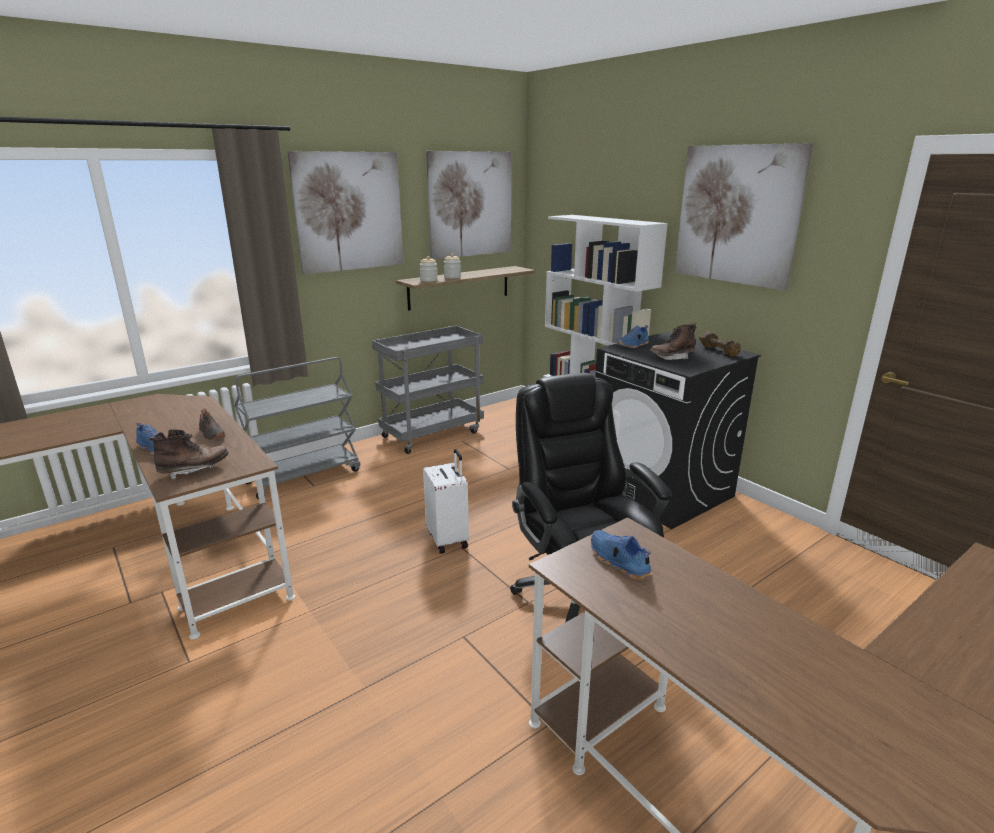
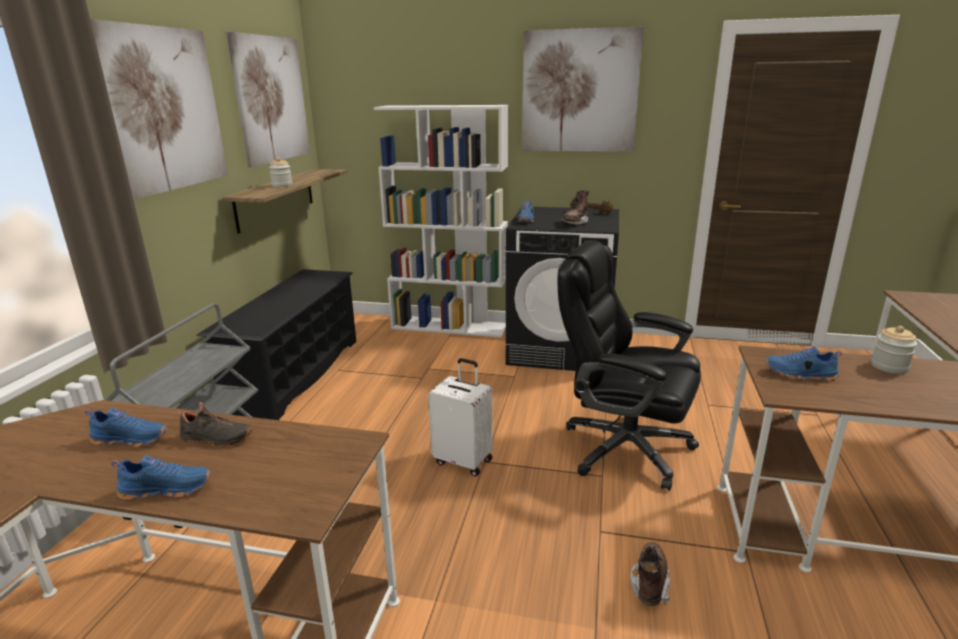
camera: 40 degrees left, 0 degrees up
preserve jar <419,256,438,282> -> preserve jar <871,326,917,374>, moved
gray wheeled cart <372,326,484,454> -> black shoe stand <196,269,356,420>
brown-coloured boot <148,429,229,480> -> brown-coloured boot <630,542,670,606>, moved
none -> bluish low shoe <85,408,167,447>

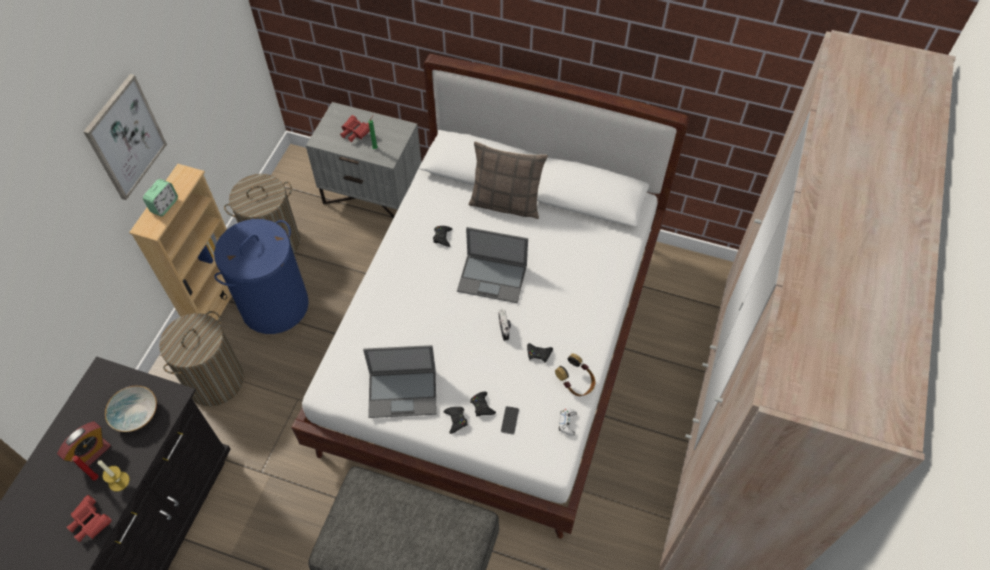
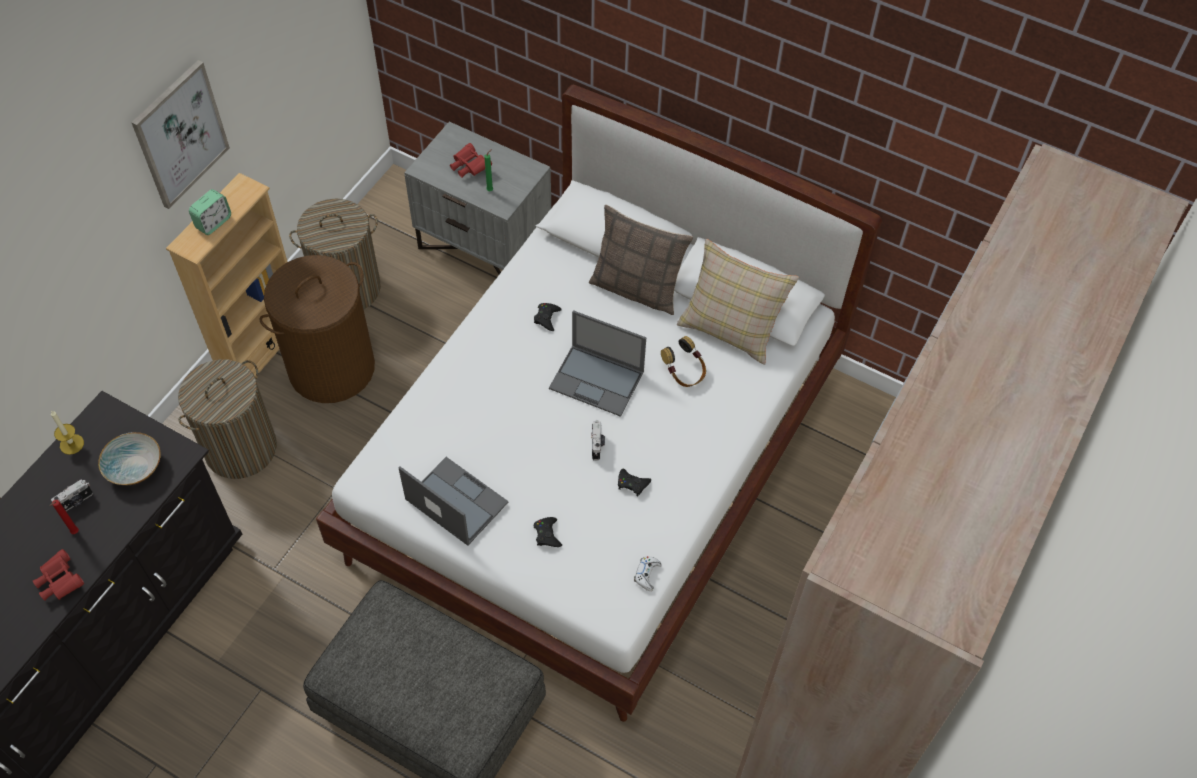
camera: 10 degrees right, 0 degrees up
bluish hamper <214,219,309,334> -> brown-coloured hamper <260,255,375,403>
portable computer <363,345,437,418> -> portable computer <399,457,508,546>, 150 degrees counterclockwise
pair of headphones <555,353,595,396> -> pair of headphones <661,336,706,387>, moved
telephone <501,406,519,435> -> none
black game controller <444,407,468,434> -> none
table clock <57,421,111,467> -> photo camera <51,479,93,511>
candle <98,460,130,491> -> candle <51,411,84,455>, moved
none -> beige-coloured pillow <677,239,799,365>

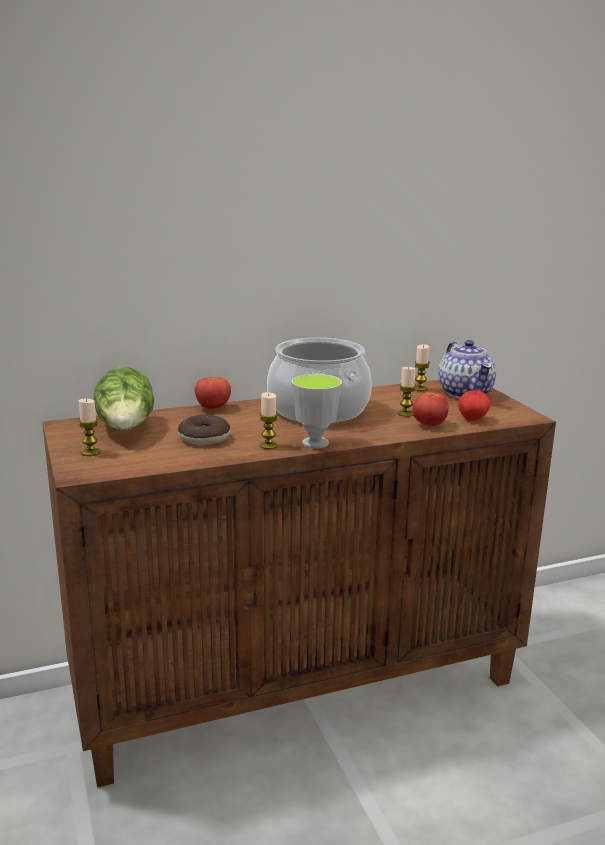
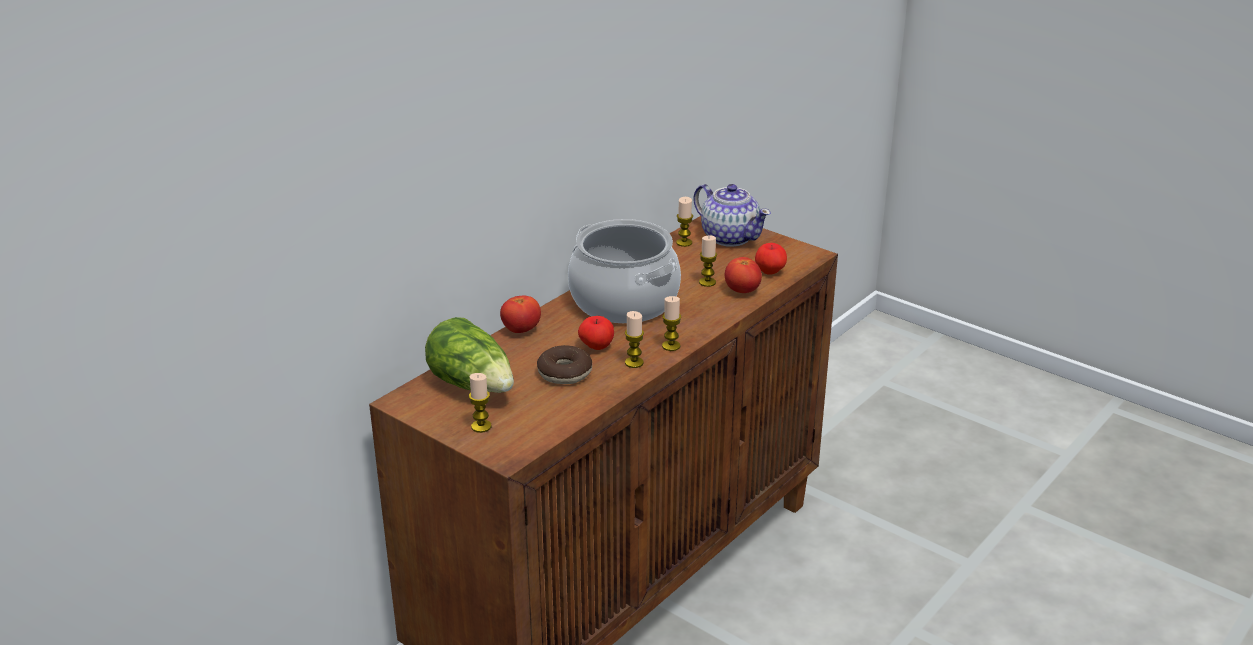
camera: 30 degrees left, 10 degrees up
drinking cup <291,374,342,448> -> candle <662,296,681,351>
none -> apple <578,316,614,350>

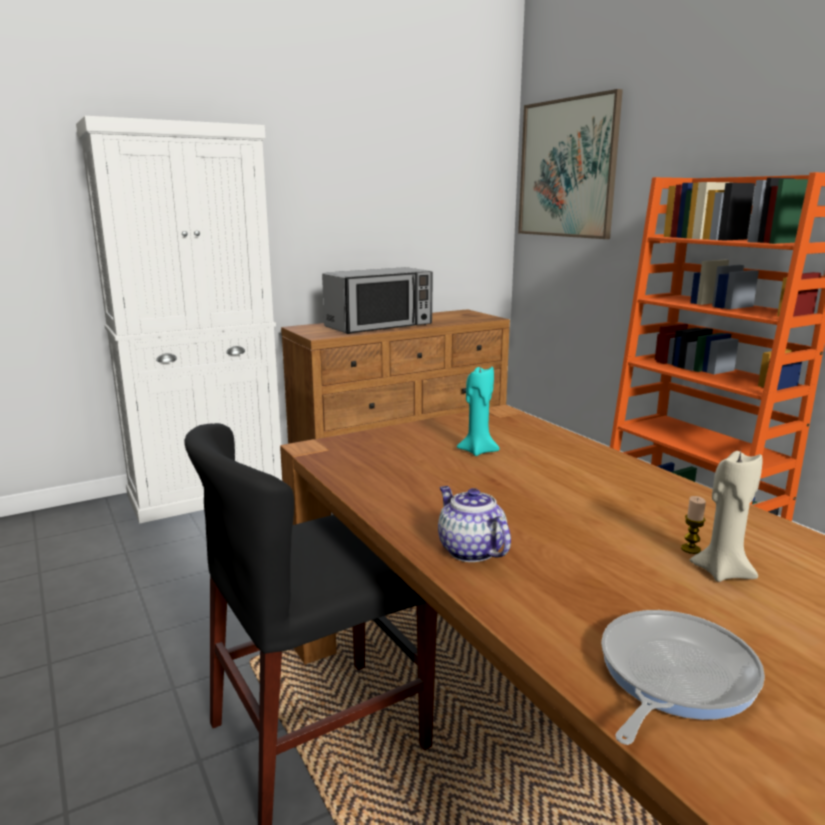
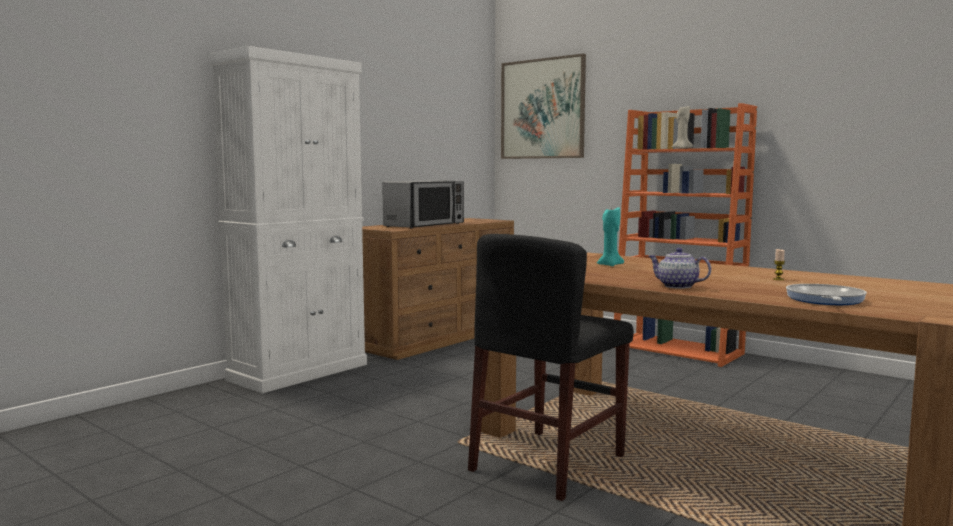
camera: 20 degrees left, 10 degrees down
beige-coloured candle <690,451,763,582> -> beige-coloured candle <672,105,693,149>, moved

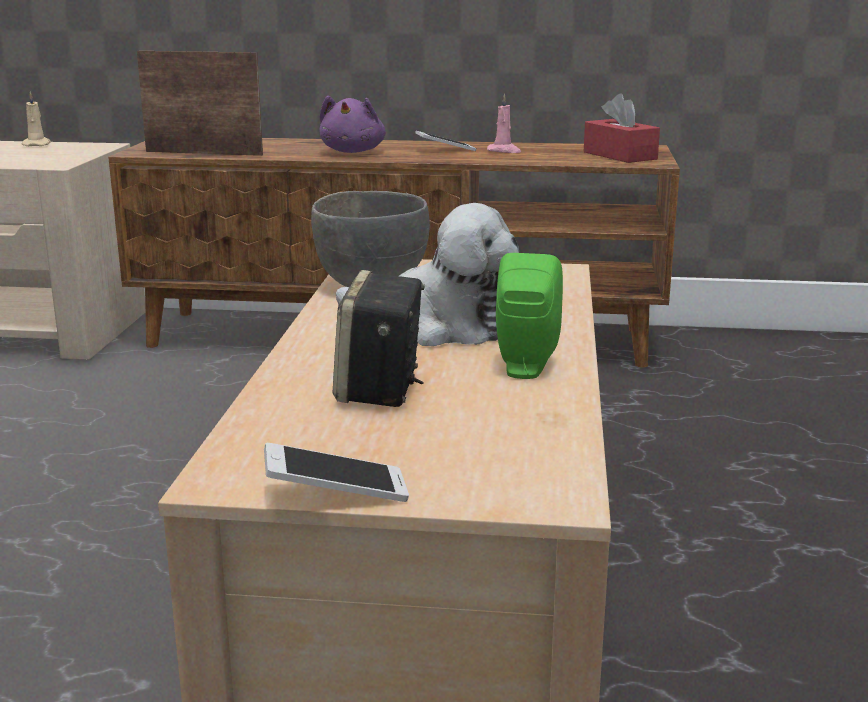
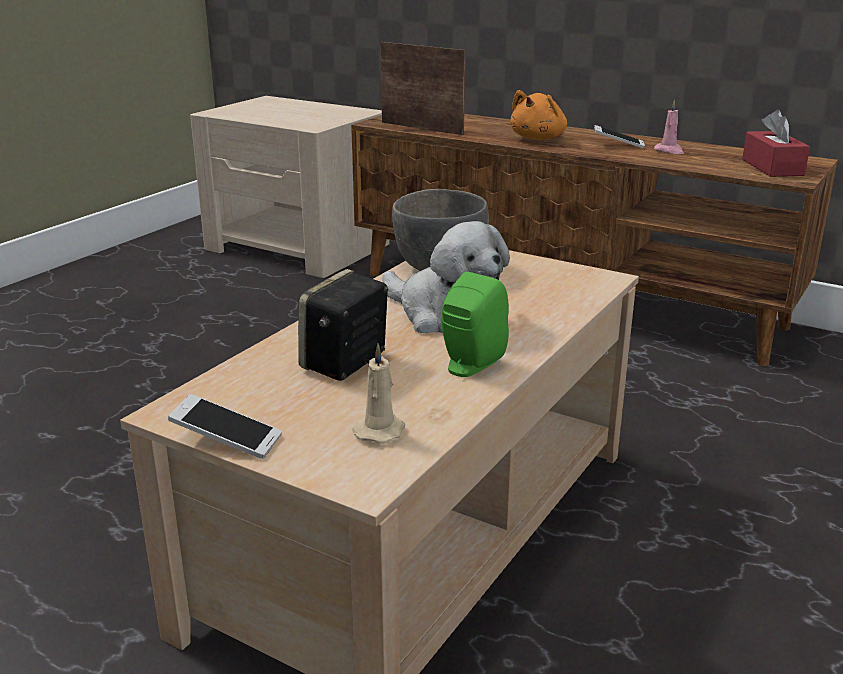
camera: 25 degrees right, 5 degrees up
beige-coloured candle <22,92,51,146> -> beige-coloured candle <353,344,405,444>, moved
purple soft toy <319,96,386,153> -> orange-coloured soft toy <510,90,567,140>

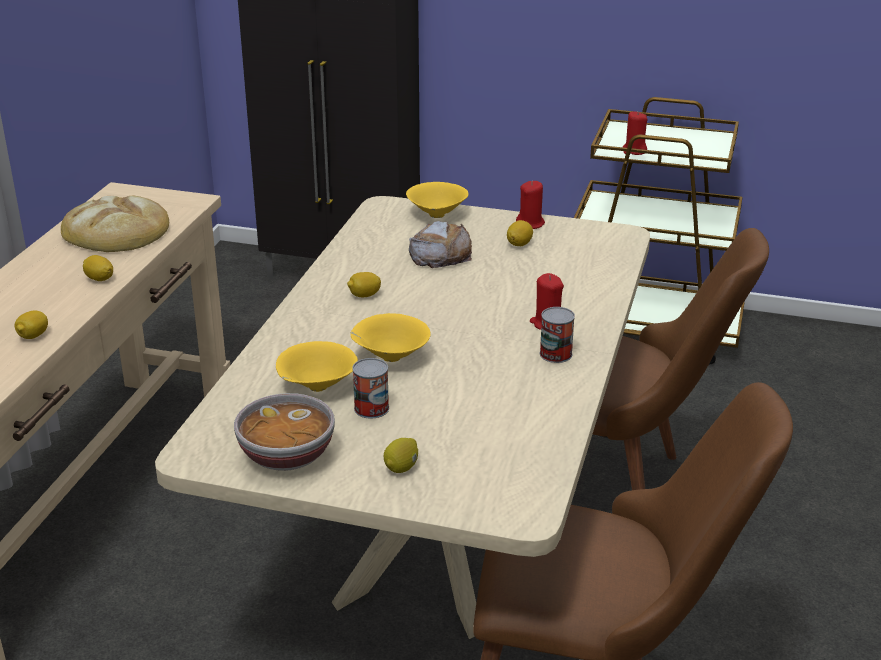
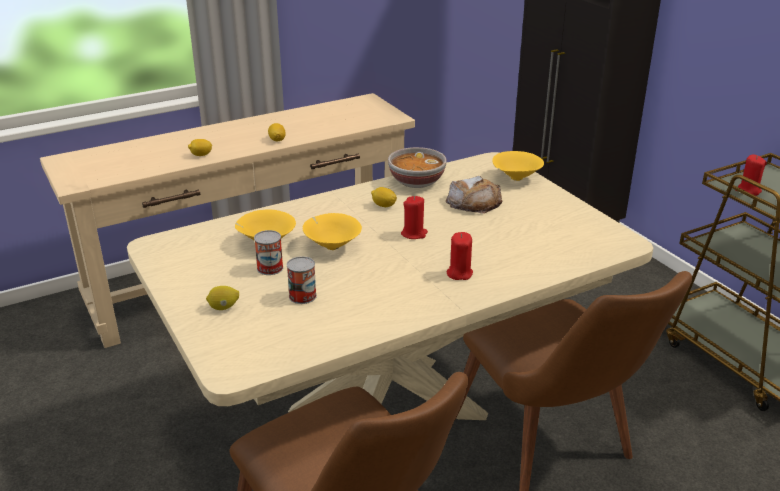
camera: 45 degrees right, 0 degrees up
red candle <516,181,545,229> -> red candle <401,196,428,239>, moved
bread <61,195,169,252> -> none
citrus fruit <507,220,533,246> -> none
can <540,307,575,363> -> can <287,256,317,304>, moved
bowl <234,393,335,471> -> bowl <388,147,447,188>, moved

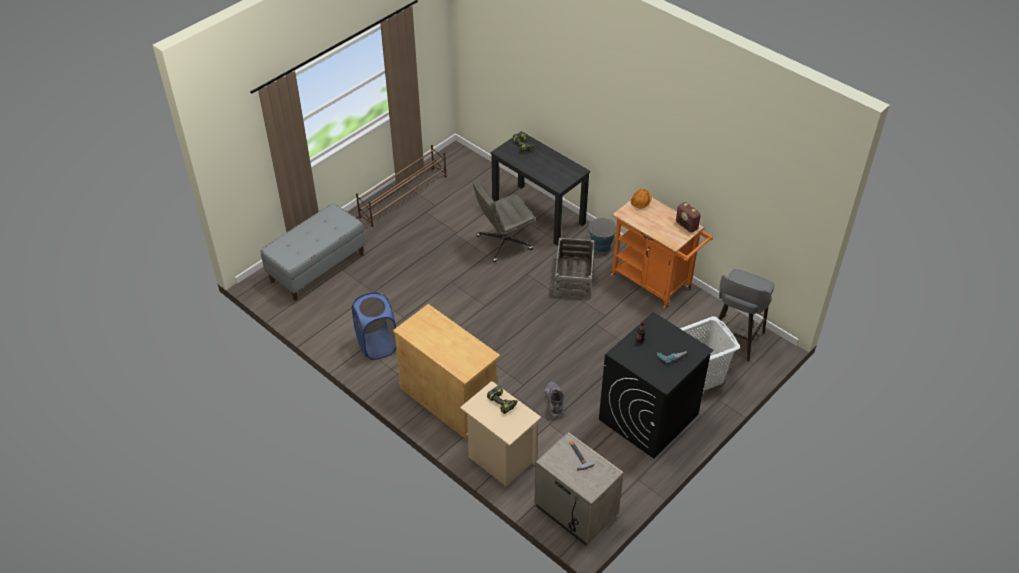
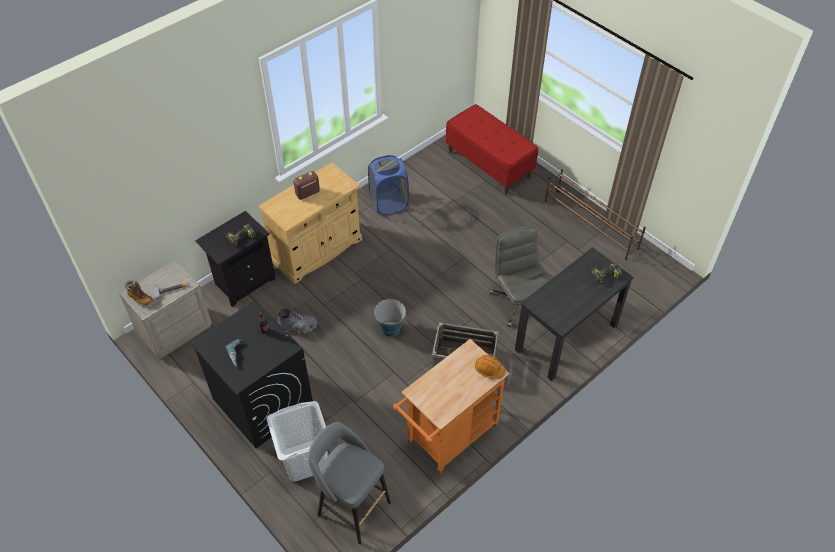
camera: 95 degrees right, 5 degrees up
radio receiver <676,202,701,233> -> radio receiver <293,171,320,200>, moved
gray long seat <261,203,366,301> -> red long seat <446,104,538,195>
water bucket <588,218,616,253> -> water bucket <374,299,406,337>, moved
beige-coloured nightstand <460,381,541,486> -> black nightstand <195,211,276,307>
none -> boot <125,280,154,307>

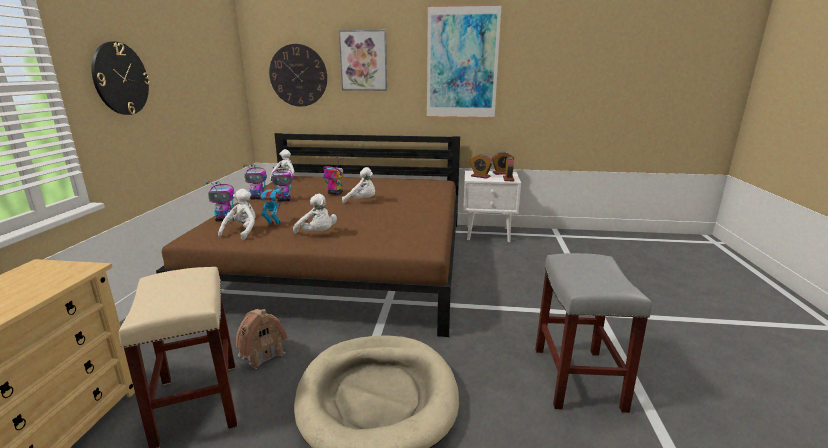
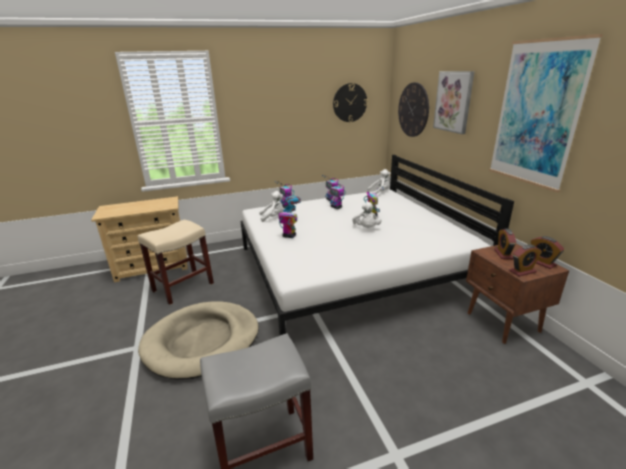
camera: 65 degrees right, 5 degrees up
wall clock <92,41,150,115> -> wall clock <333,83,367,122>, moved
brown-coloured sleeping bed <156,133,460,337> -> whitish sleeping bed <240,155,514,335>
whitish nightstand <463,171,521,242> -> brown-coloured nightstand <466,244,569,344>
whitish soft toy <293,194,337,233> -> robot figure <278,202,297,238>
miniature house <236,309,288,369> -> none

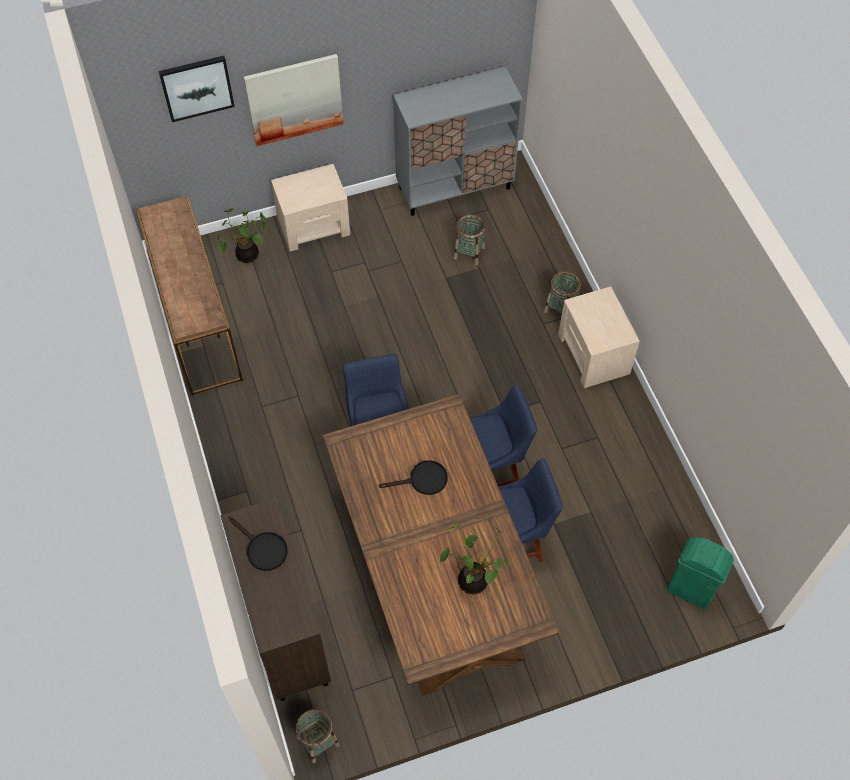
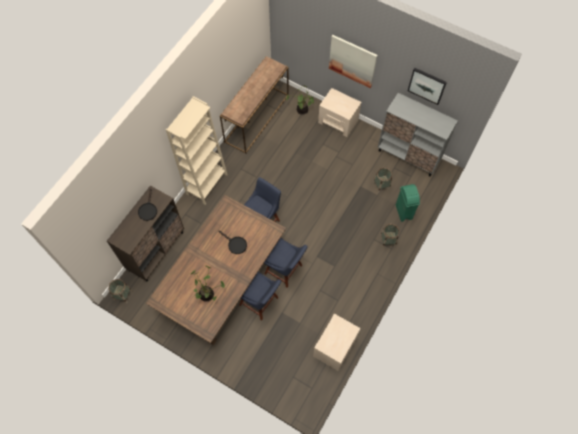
camera: 50 degrees right, 5 degrees up
picture <159,56,235,122> -> picture <408,68,447,105>, moved
beige-coloured nightstand <558,286,640,388> -> beige-coloured nightstand <313,314,360,371>, moved
green rubbish bin <667,537,734,609> -> green rubbish bin <396,184,420,222>, moved
none -> beige-coloured bookcase <166,96,228,205>

